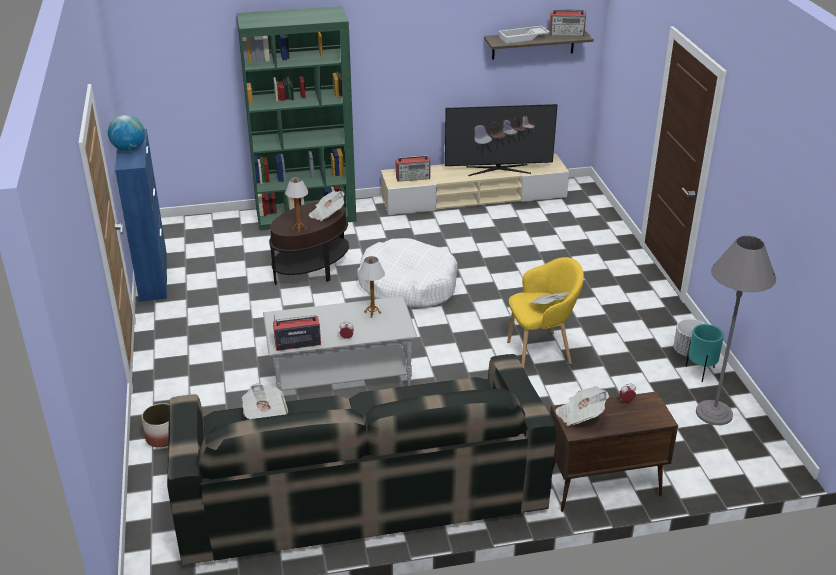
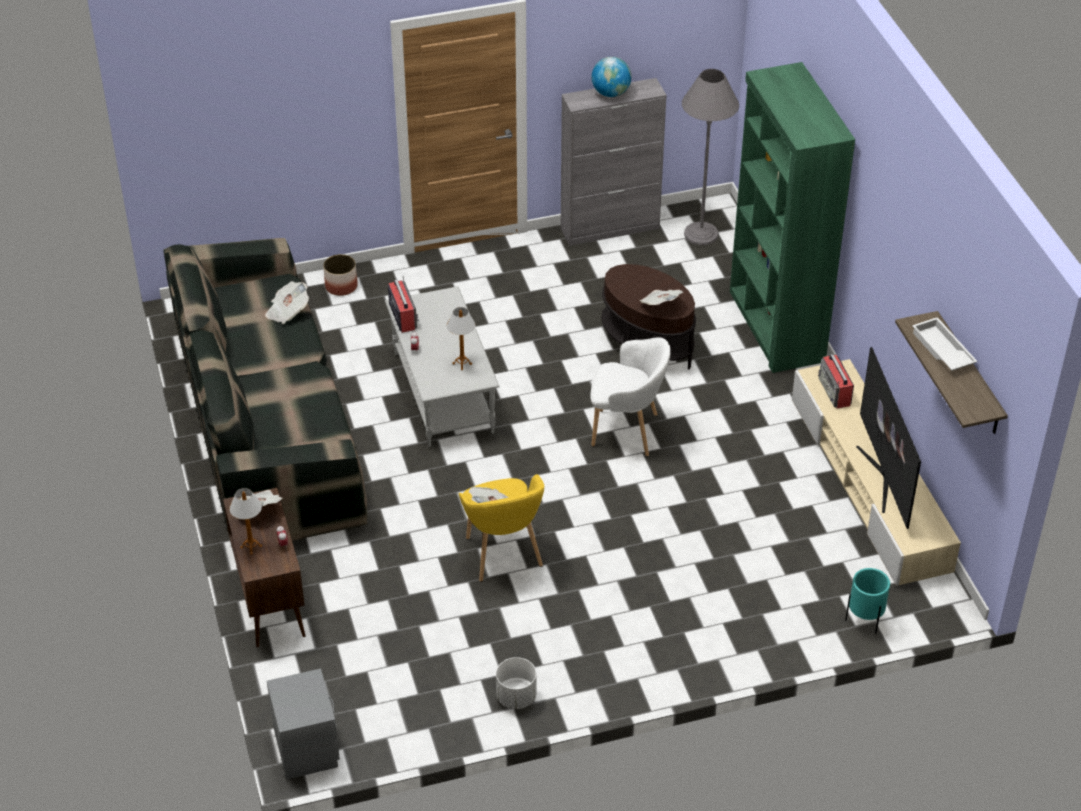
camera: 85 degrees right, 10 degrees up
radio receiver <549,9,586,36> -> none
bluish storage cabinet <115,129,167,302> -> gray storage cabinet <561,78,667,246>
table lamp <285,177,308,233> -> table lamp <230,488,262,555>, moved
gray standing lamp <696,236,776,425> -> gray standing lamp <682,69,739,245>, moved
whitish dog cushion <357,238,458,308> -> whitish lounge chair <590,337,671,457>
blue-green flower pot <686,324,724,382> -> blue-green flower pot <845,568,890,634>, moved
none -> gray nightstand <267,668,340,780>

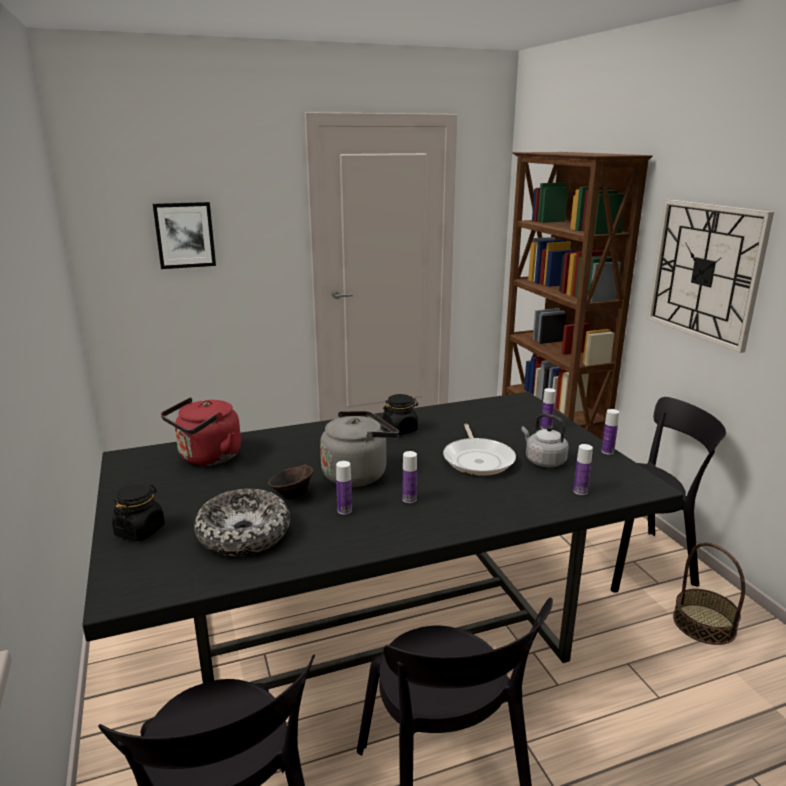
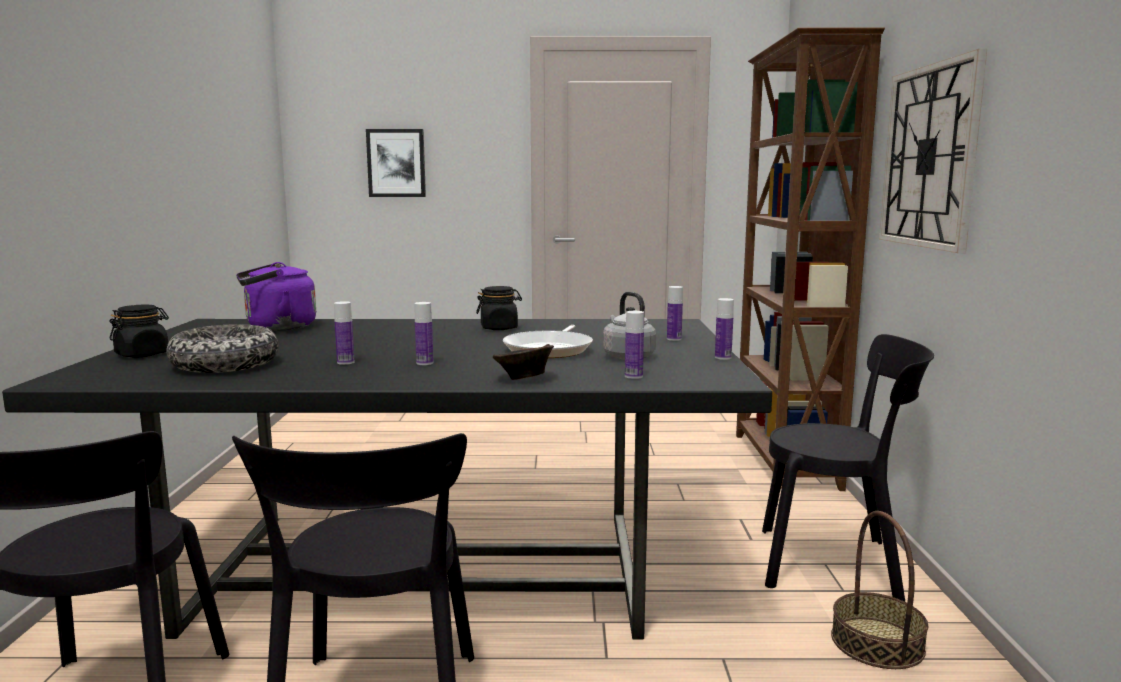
camera: 20 degrees right, 10 degrees down
red kettle <161,397,241,466> -> purple kettle <236,262,316,331>
gray kettle <320,411,399,487> -> none
brown-coloured bowl <268,464,314,500> -> brown-coloured bowl <493,344,554,380>, moved

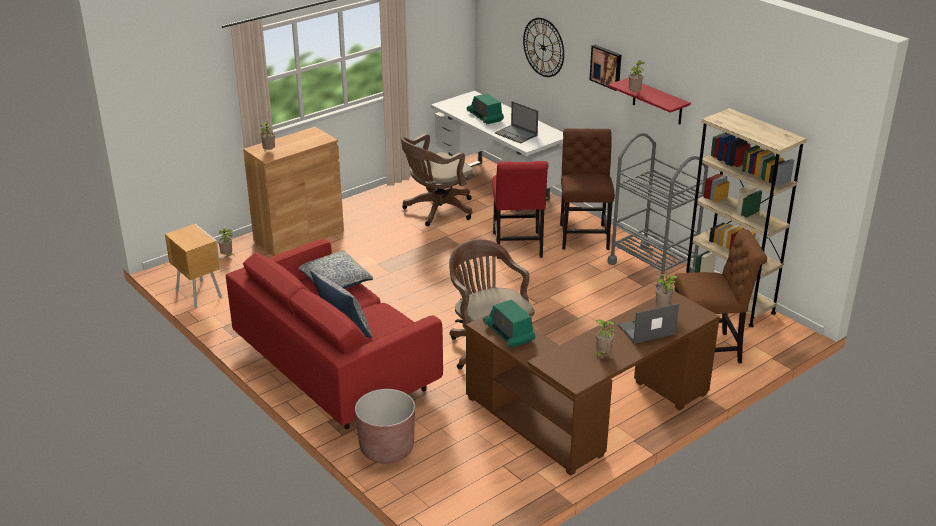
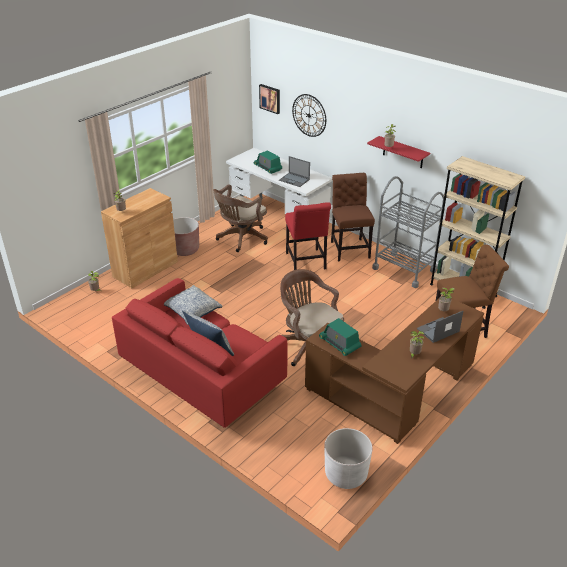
camera: 10 degrees left, 5 degrees up
picture <589,45,621,91> -> picture <259,84,280,114>, moved
brown-coloured nightstand <165,224,222,308> -> none
brown-coloured flower pot <355,389,415,463> -> brown-coloured flower pot <173,217,199,256>, moved
none -> whitish flower pot <324,428,372,489>

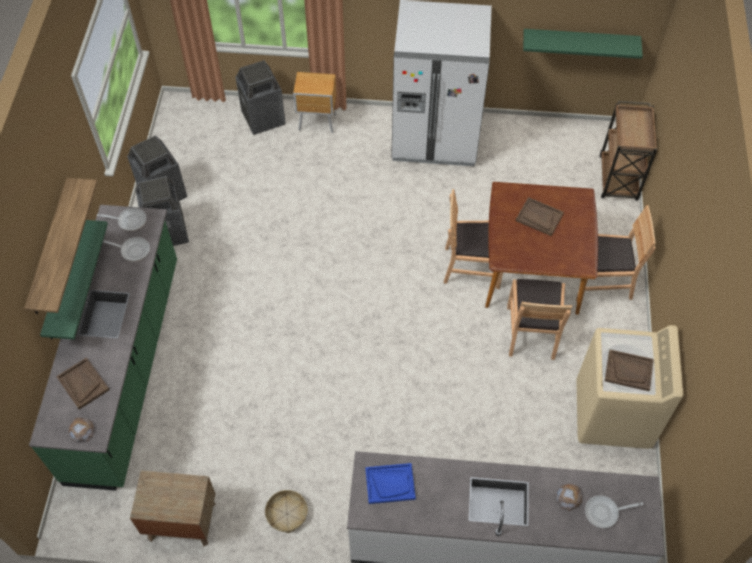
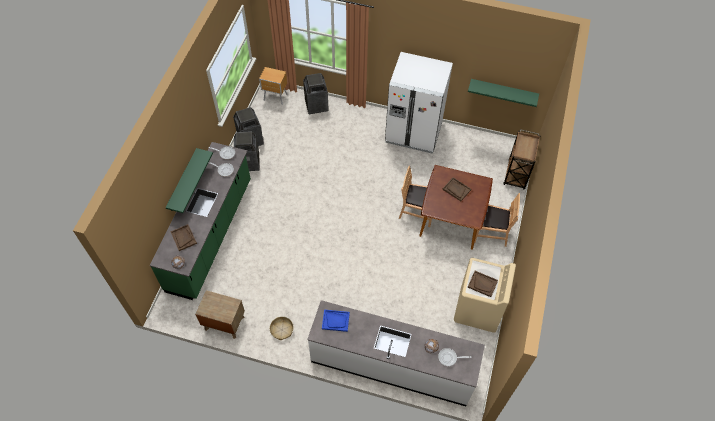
camera: 10 degrees right, 0 degrees up
brown-coloured nightstand <293,72,336,133> -> brown-coloured nightstand <259,67,287,105>, moved
bracket shelf <24,178,98,314> -> none
brown-coloured chair <507,279,572,360> -> none

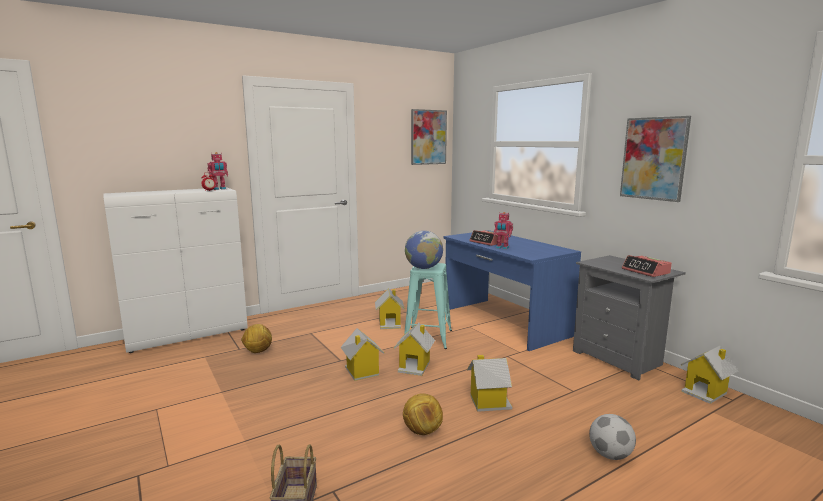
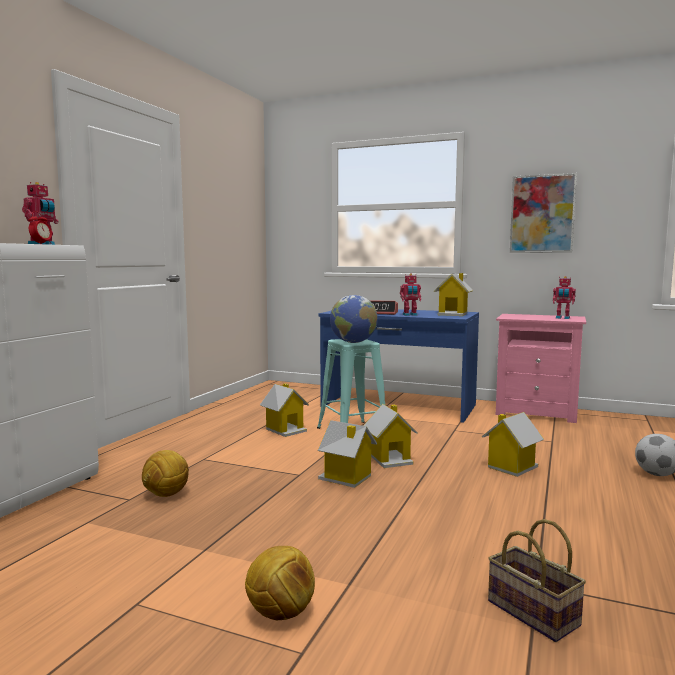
camera: 35 degrees left, 5 degrees down
picture <411,109,447,165> -> none
gray nightstand <573,255,686,381> -> pink-coloured nightstand <496,314,586,423>
table clock <622,255,672,277> -> robot figure <553,276,576,319>
miniature house <681,346,738,404> -> miniature house <434,273,473,316>, moved
football ball <403,393,443,435> -> football ball <245,546,315,620>, moved

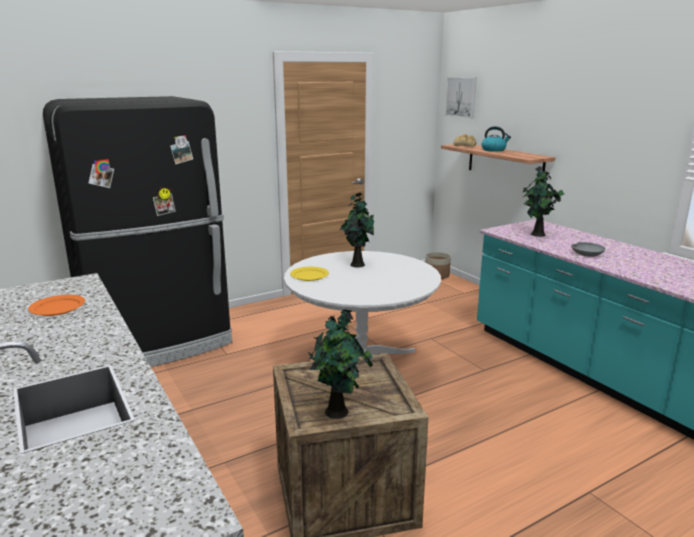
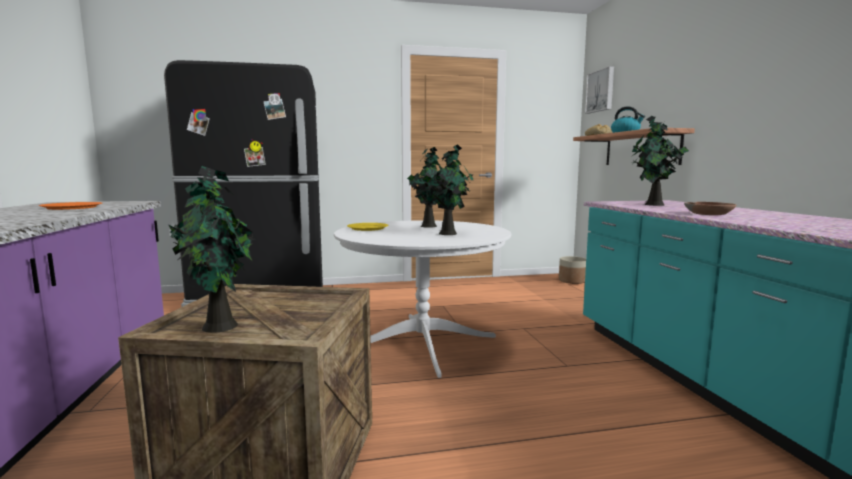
camera: 20 degrees right, 10 degrees down
gray bowl <571,242,606,257> -> brown-coloured bowl <684,202,736,215>
none -> potted plant <423,144,473,235>

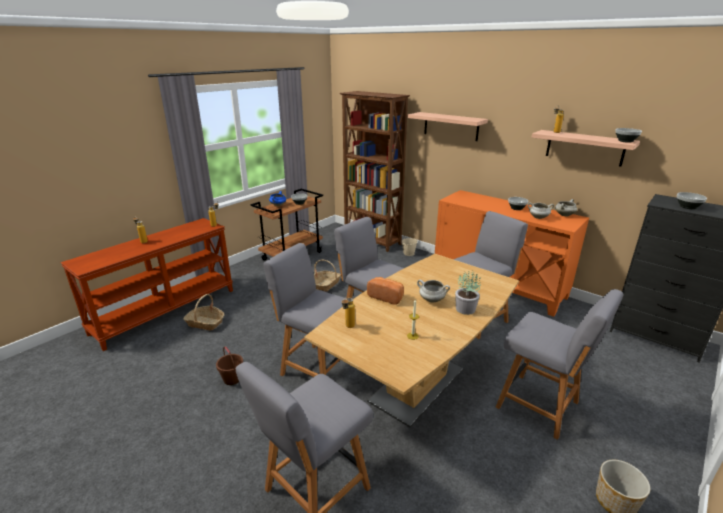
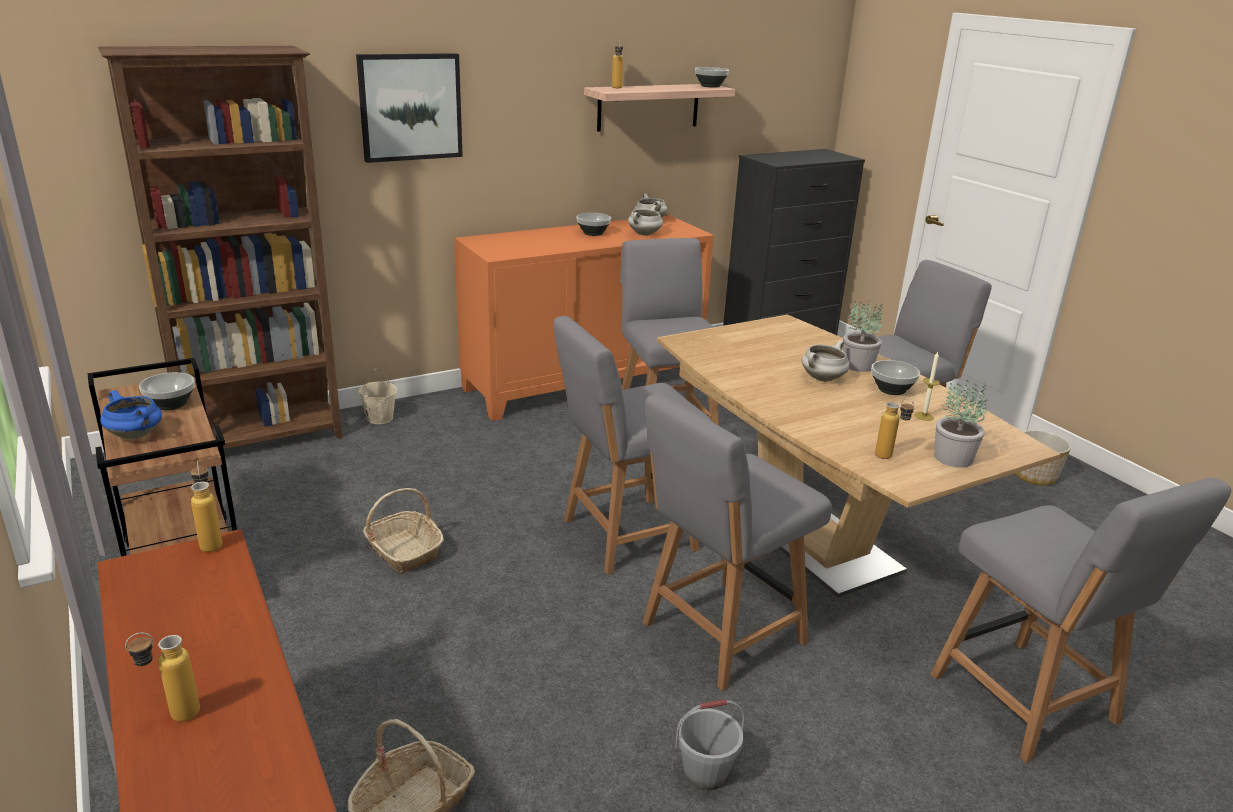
camera: 70 degrees left, 0 degrees up
bracket shelf <407,112,488,141> -> picture <356,53,463,163>
bowl <677,192,707,209> -> bowl <871,360,920,395>, moved
bread <367,277,404,305> -> none
brown-coloured water bucket <216,346,243,385> -> gray water bucket <675,699,745,791>
none -> potted plant <934,380,987,468>

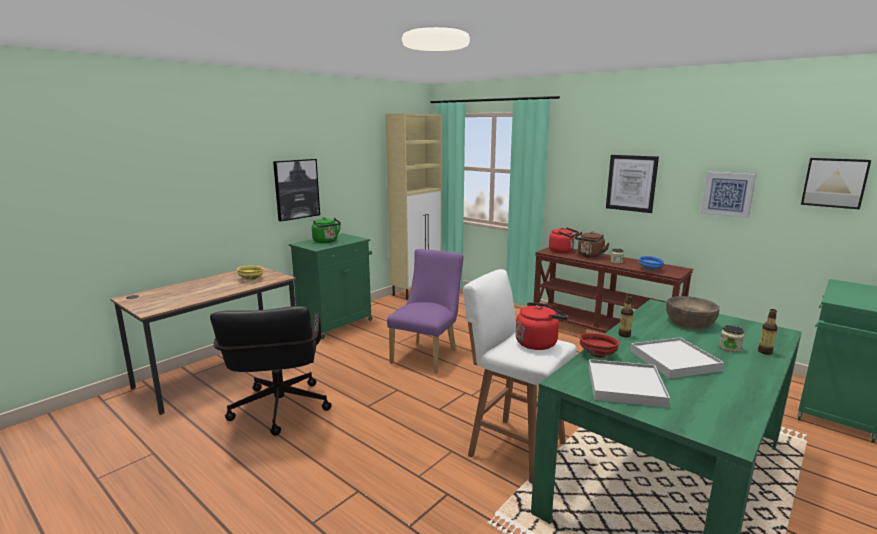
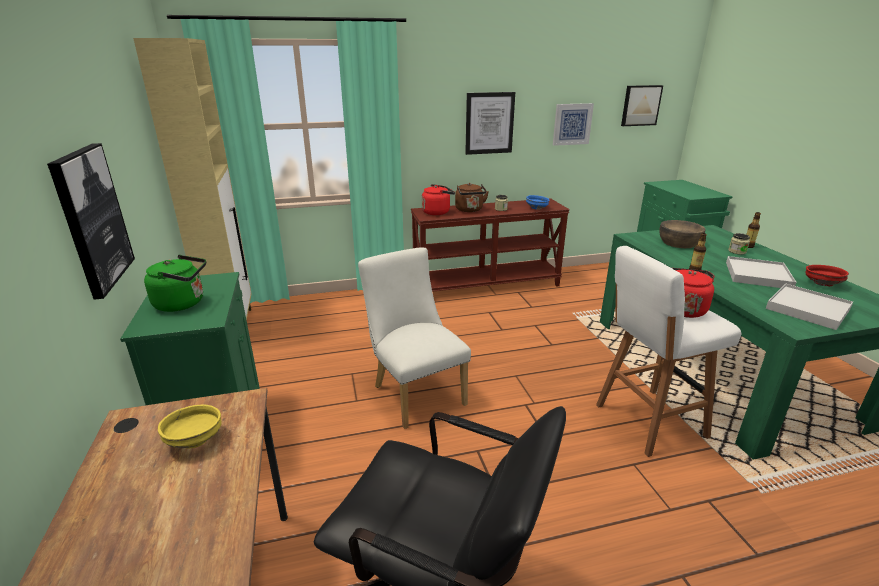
camera: 55 degrees left, 10 degrees up
purple chair <387,249,464,373> -> whitish chair <358,248,471,429>
red bowl <580,333,619,358> -> red bowl <805,265,849,286>, moved

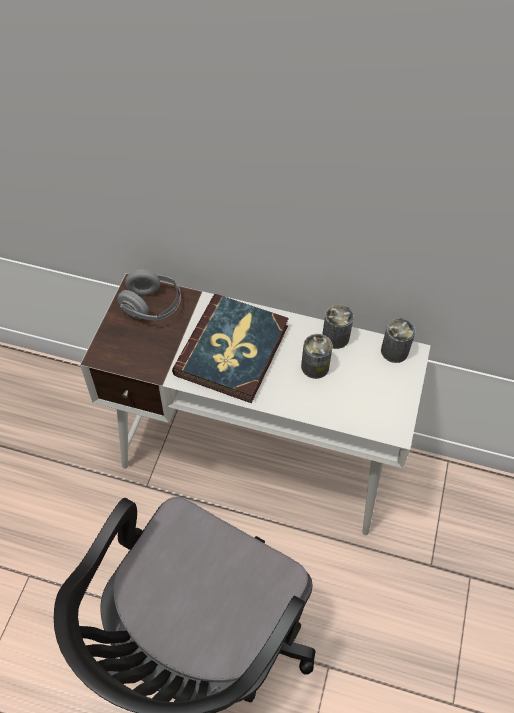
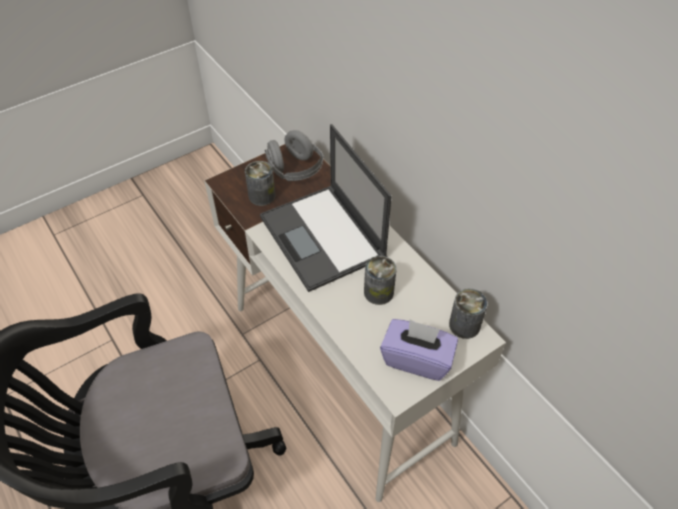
camera: 40 degrees right, 5 degrees down
book <172,294,289,403> -> portable computer <260,124,392,292>
can <323,304,354,349> -> can <245,161,275,206>, moved
none -> purple box of tissues <380,319,458,381>

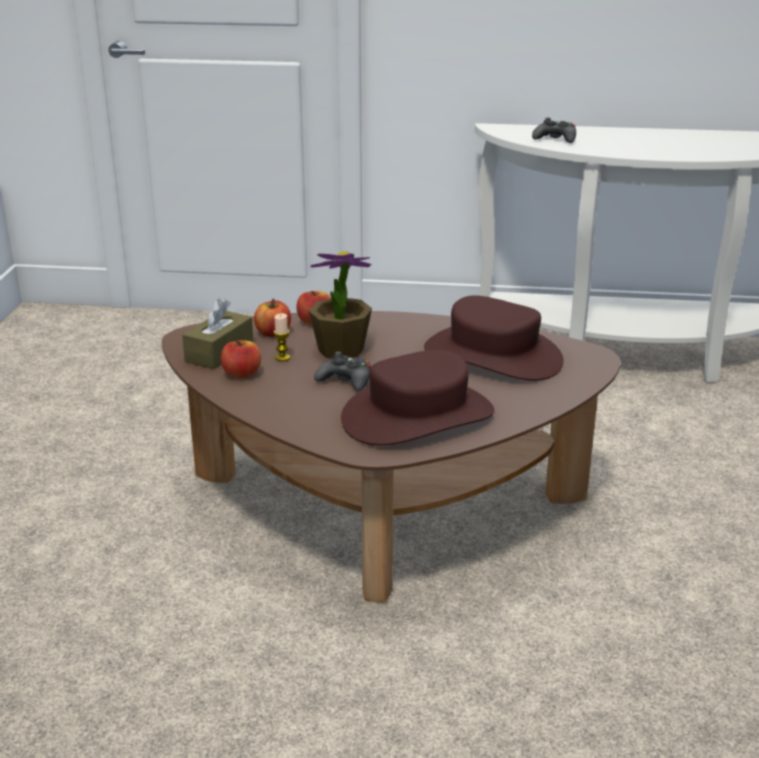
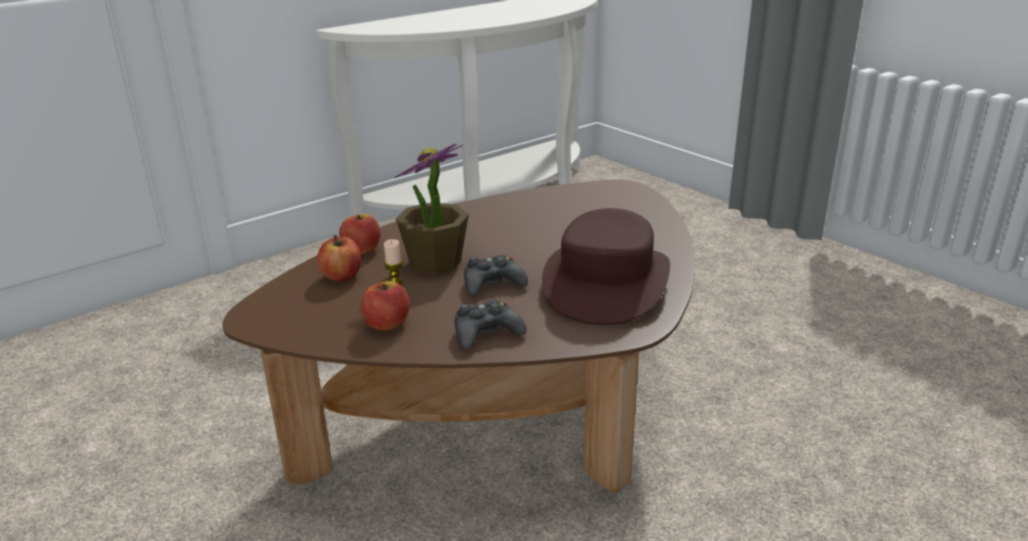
camera: 45 degrees left, 0 degrees up
black game controller <532,118,576,143> -> black game controller <455,299,526,349>, moved
brown-coloured hat <424,295,564,381> -> none
brown-coloured box of tissues <182,299,253,369> -> none

